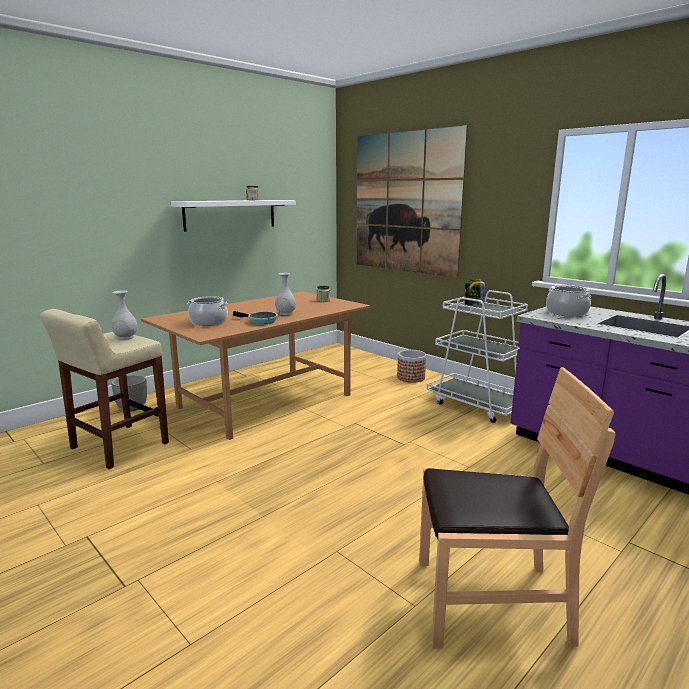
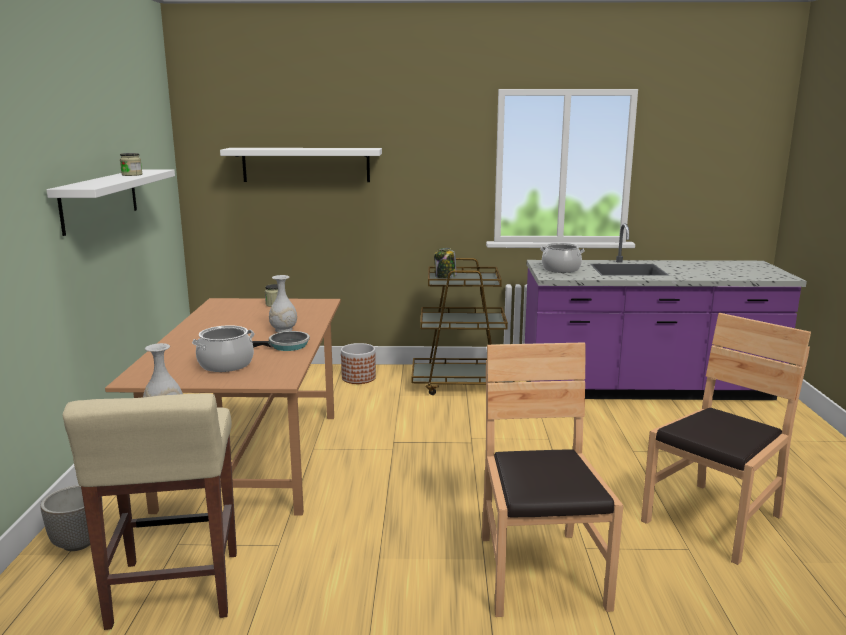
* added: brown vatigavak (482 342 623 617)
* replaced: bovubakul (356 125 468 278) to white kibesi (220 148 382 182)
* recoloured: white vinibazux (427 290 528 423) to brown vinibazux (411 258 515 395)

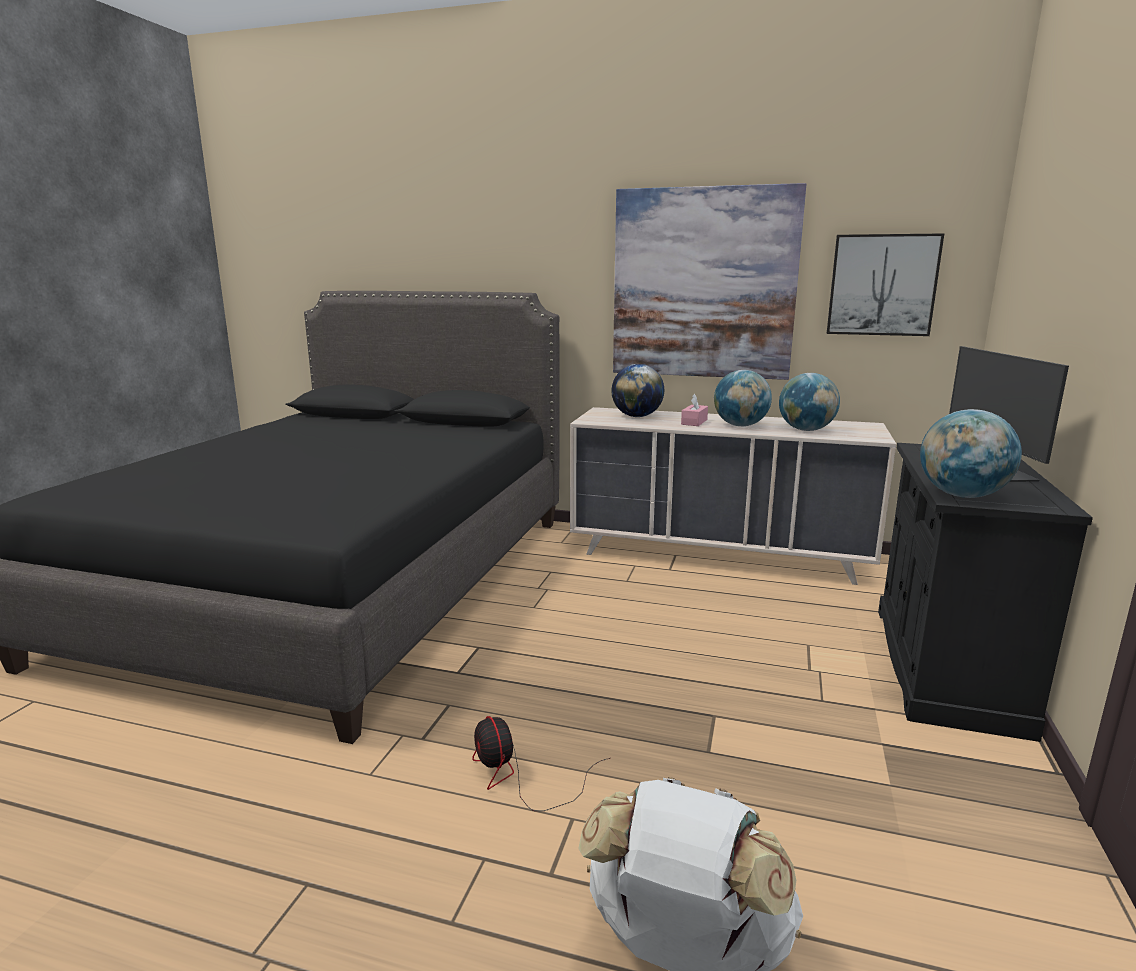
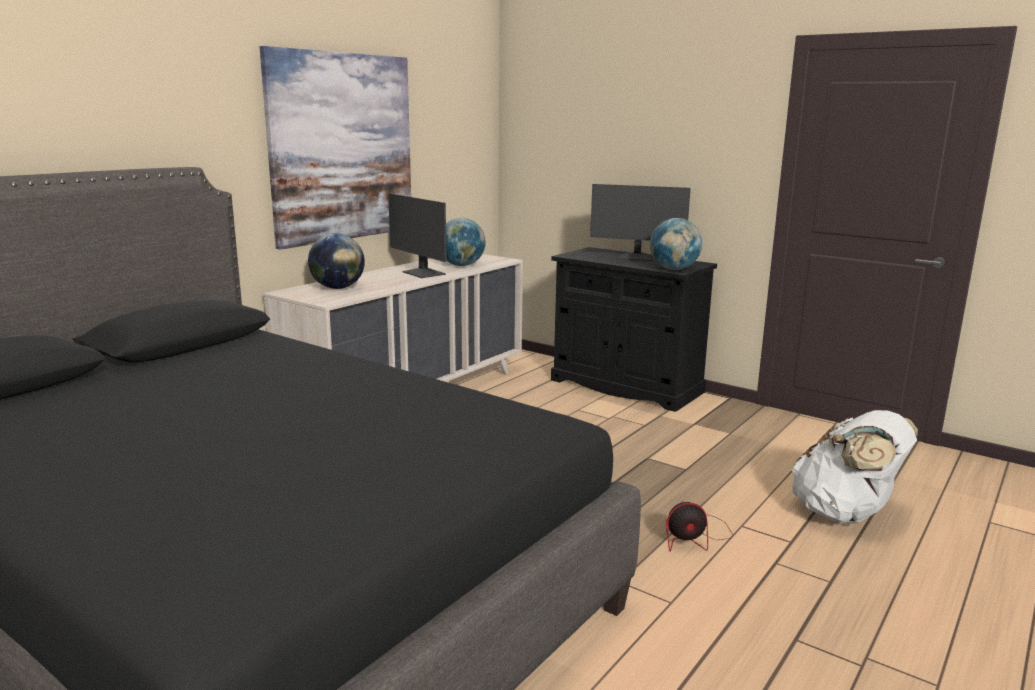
* removed: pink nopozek (681 394 708 426)
* removed: bovubakul (827 233 944 336)
* replaced: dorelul (714 370 772 426) to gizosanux (388 193 447 278)

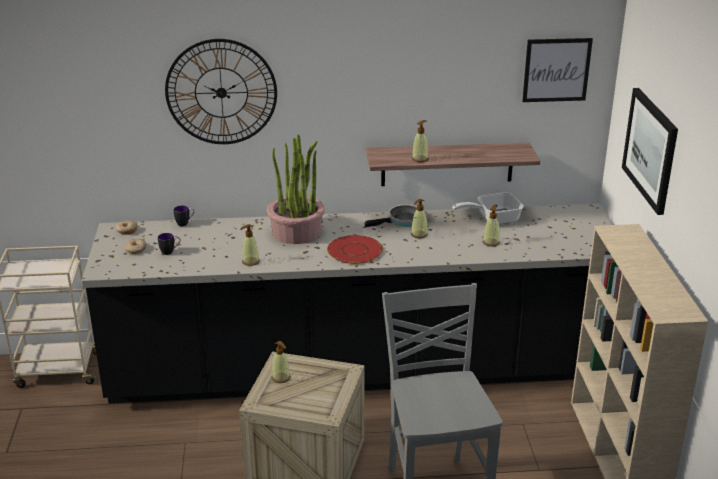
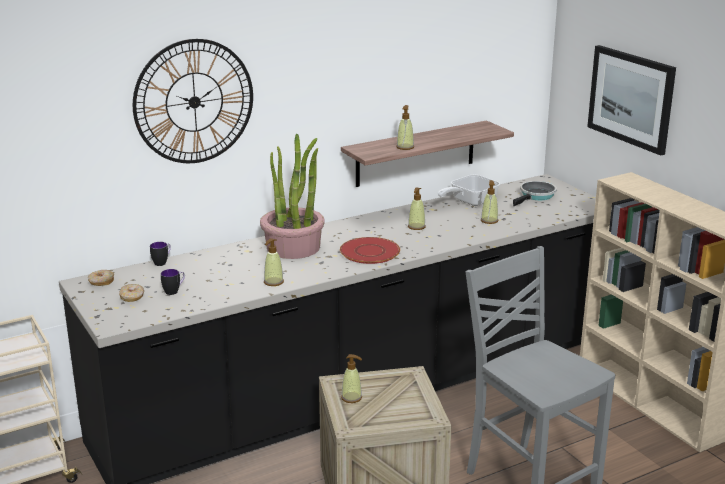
* removed: bovubakul (522 38 593 102)
* moved: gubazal (365 205 417 227) to (513 181 557 206)

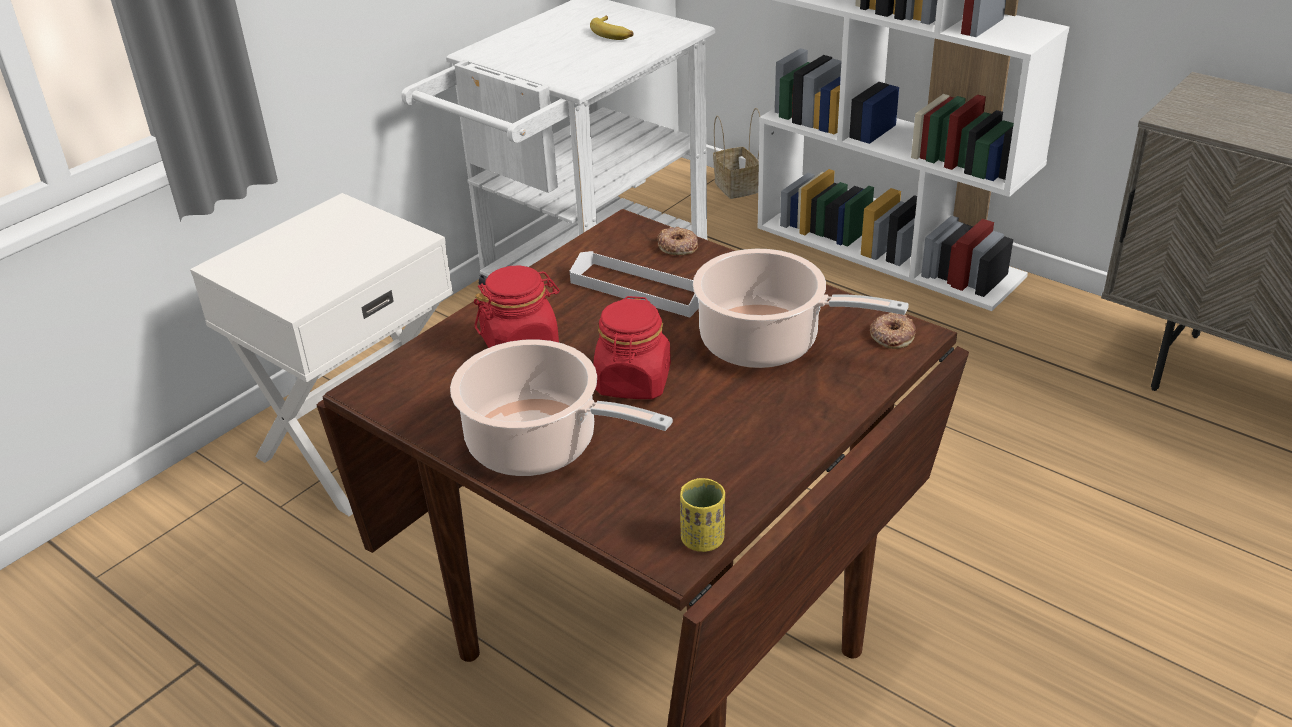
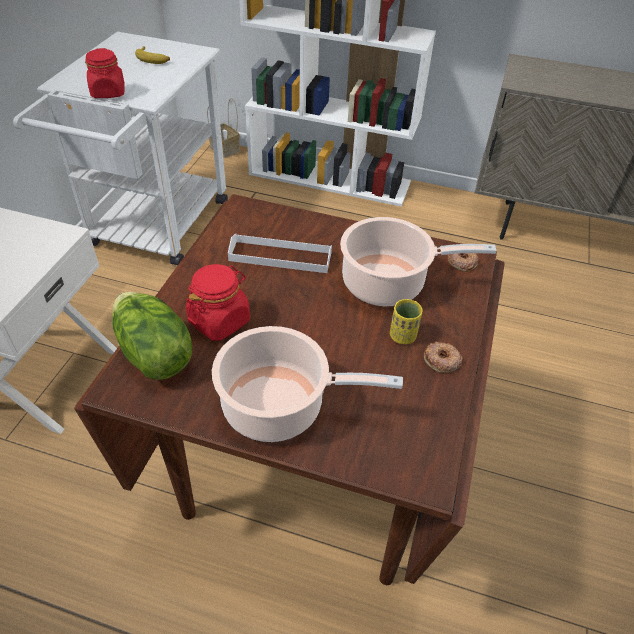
* added: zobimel (112 292 193 380)
* moved: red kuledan (593 296 671 399) to (85 48 125 98)
* moved: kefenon (657 227 698 255) to (424 341 463 373)
* moved: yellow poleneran (680 478 725 552) to (390 299 423 344)

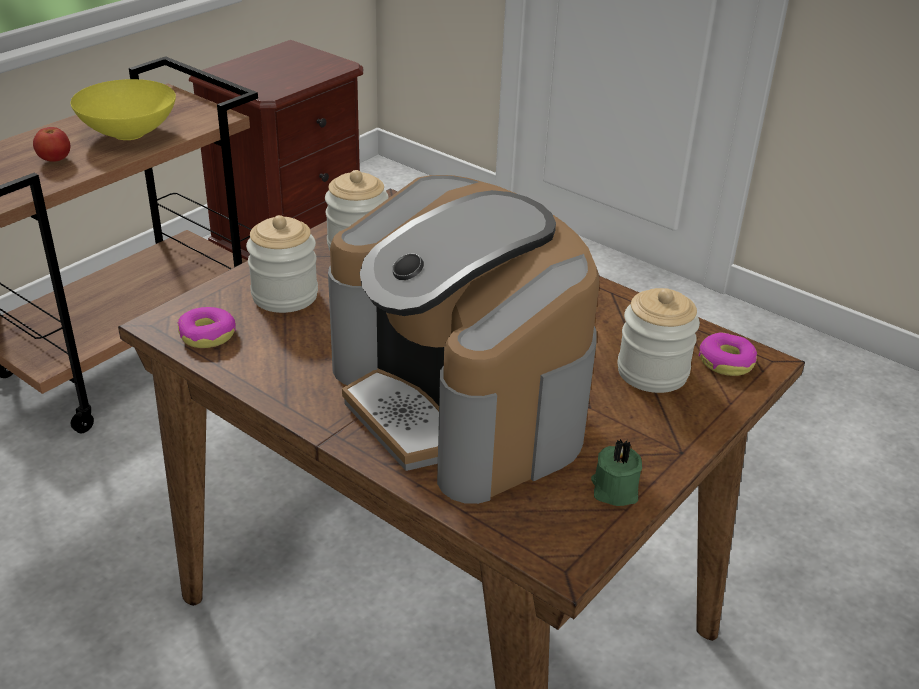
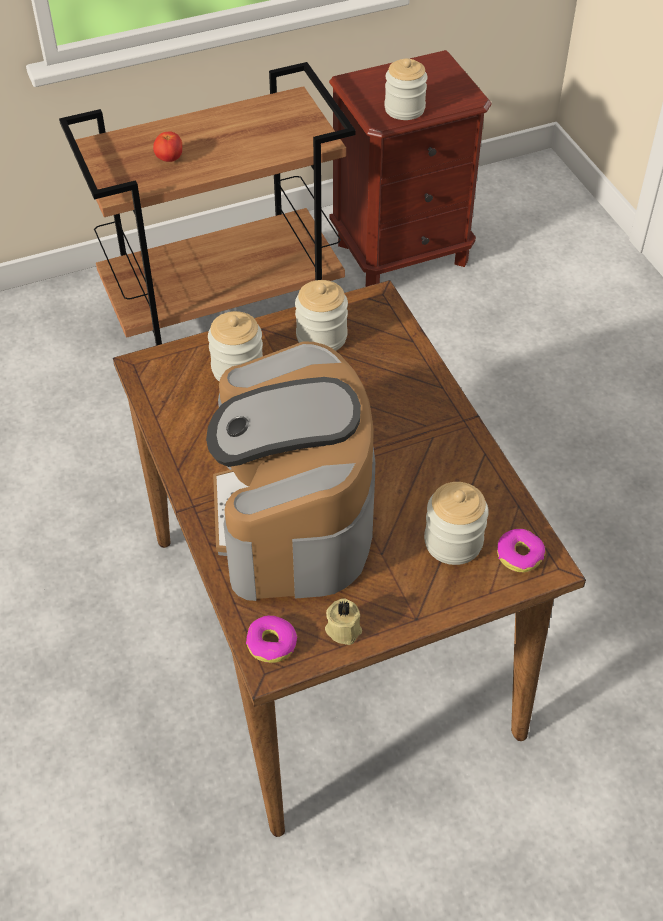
* removed: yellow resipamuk (71 79 176 140)
* added: kuledan (384 59 428 120)
* moved: kefenon (178 307 236 348) to (246 615 297 663)
* recoloured: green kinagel (591 439 642 506) to beige kinagel (325 598 362 645)

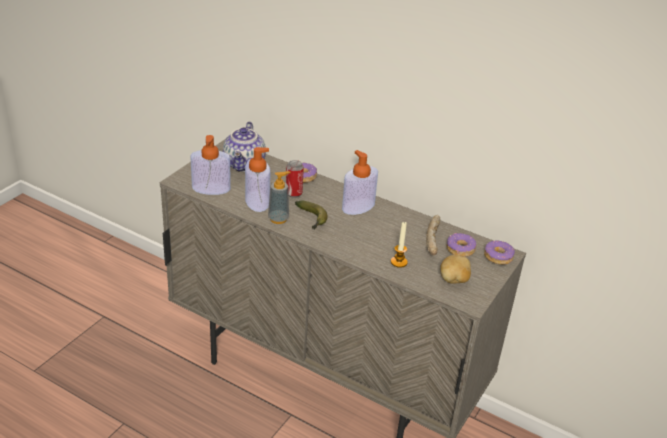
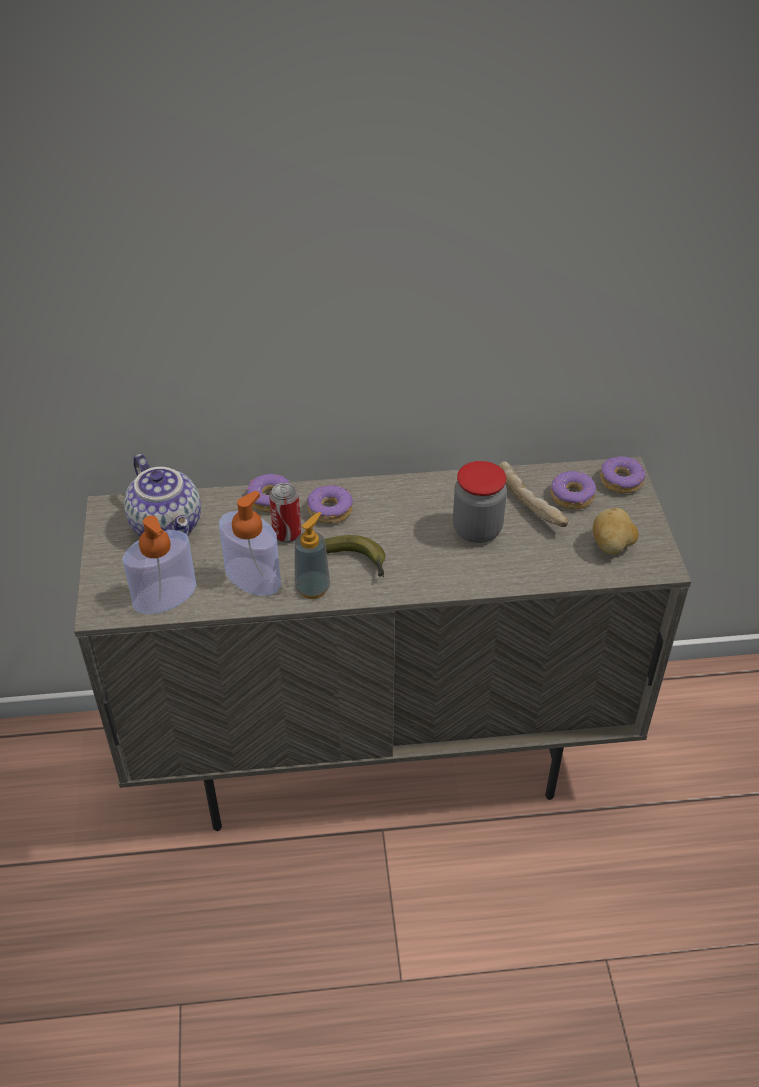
* removed: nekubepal (342 150 378 215)
* removed: kinagel (391 222 408 268)
* added: kefenon (307 485 353 524)
* added: kuledan (453 461 507 543)

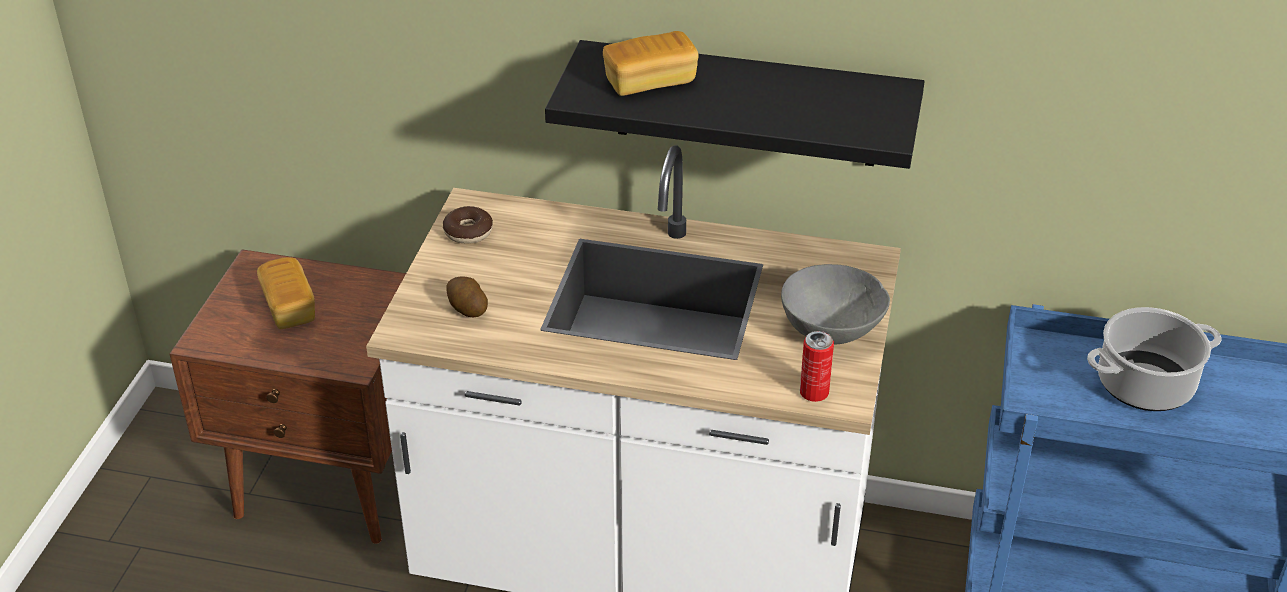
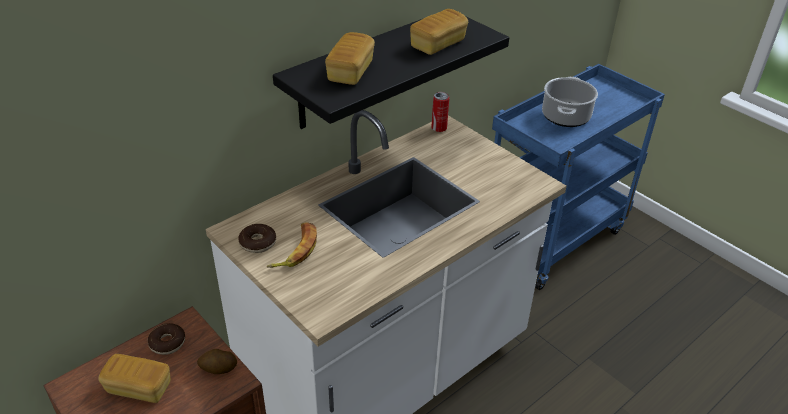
* removed: grey resipamuk (781 264 890 345)
* added: kefenon (148 323 185 355)
* added: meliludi (266 222 317 268)
* added: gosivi (410 9 468 55)
* moved: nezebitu (446 276 488 317) to (197 349 237 374)
* moved: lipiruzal (800 331 834 402) to (431 92 450 132)

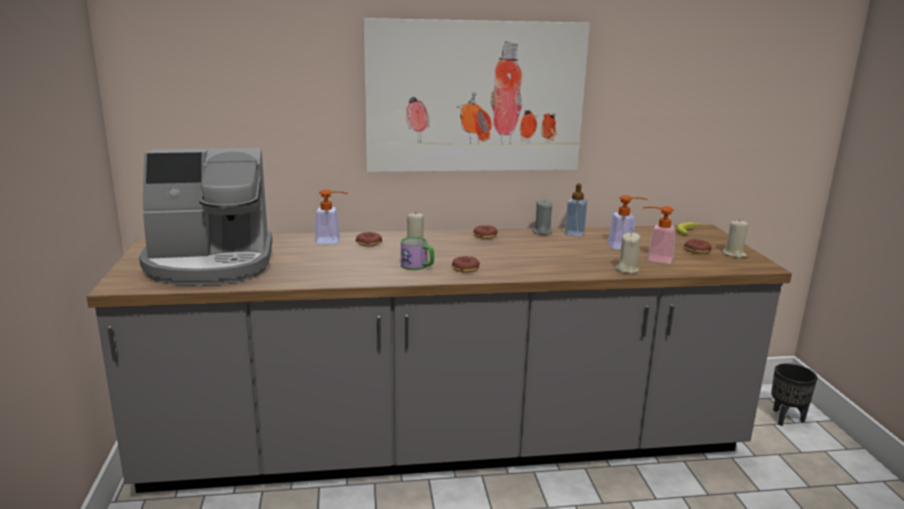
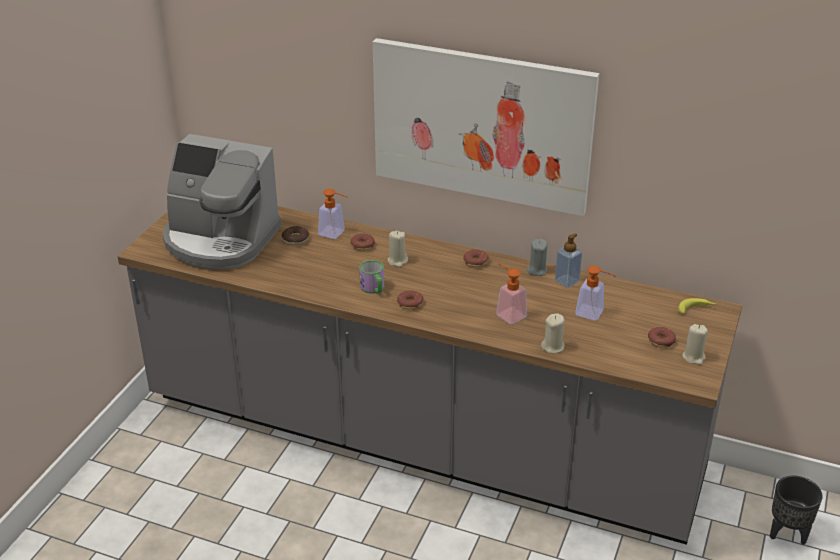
* added: kefenon (282 226 309 245)
* moved: nekubepal (643 206 675 264) to (496 263 527 324)

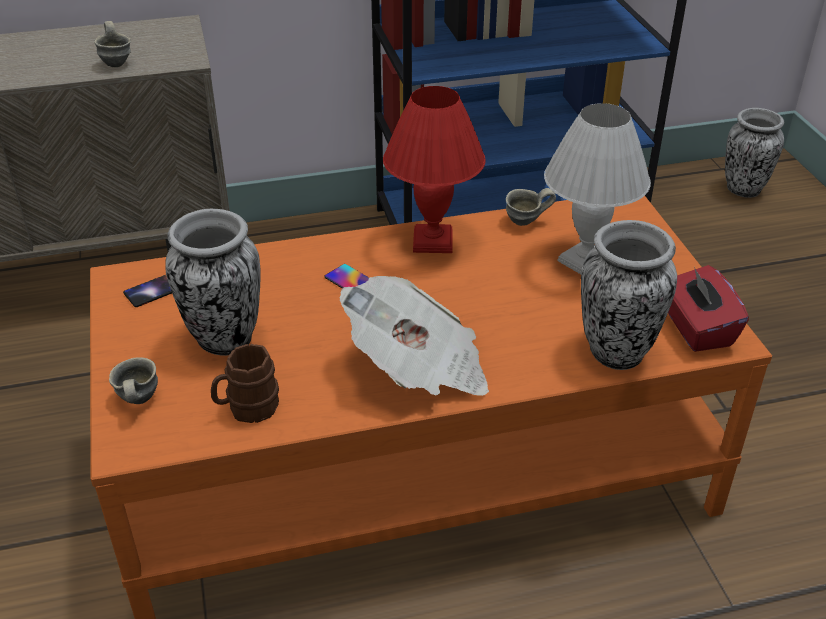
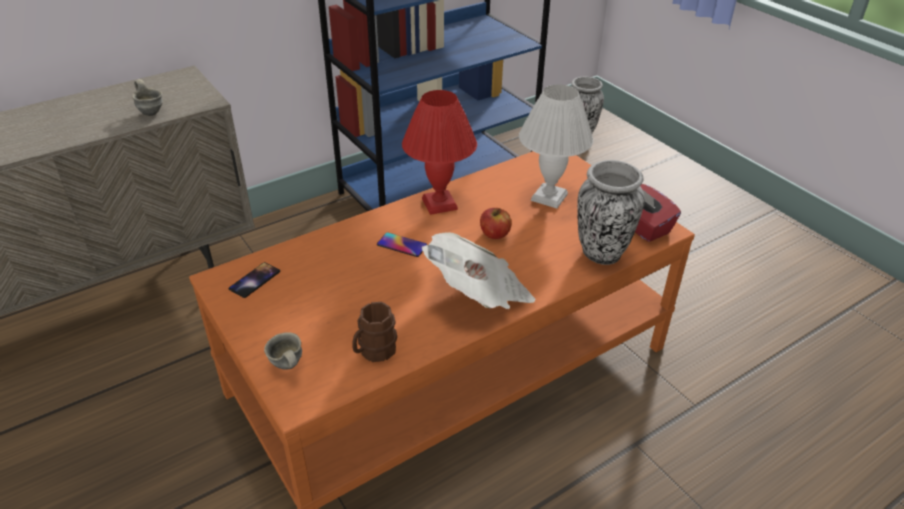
* removed: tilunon (165 209 261 356)
* removed: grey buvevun (506 188 556 226)
* added: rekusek (480 208 511 239)

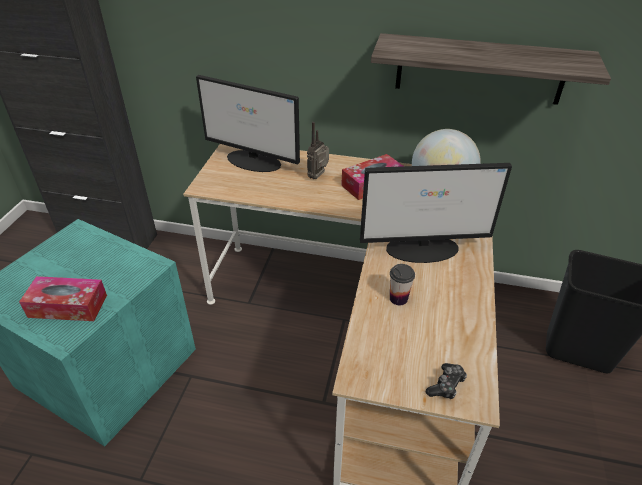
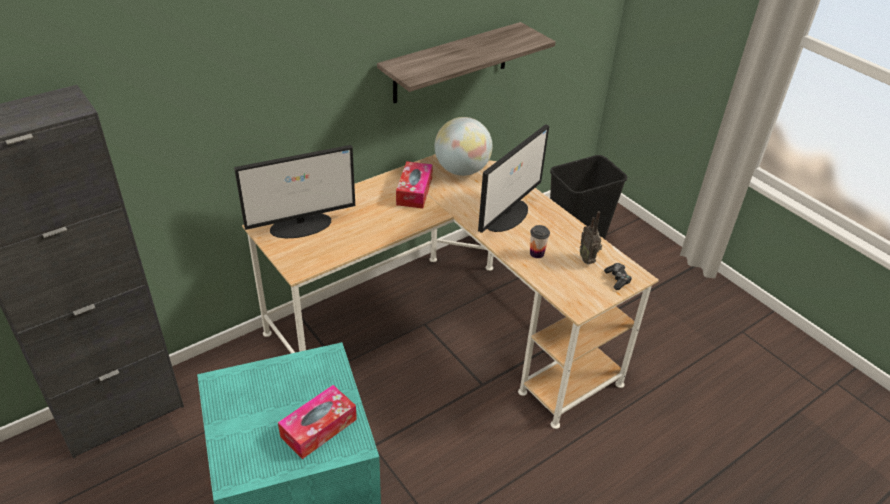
* moved: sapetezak (307 122 329 179) to (580 211 602 264)

